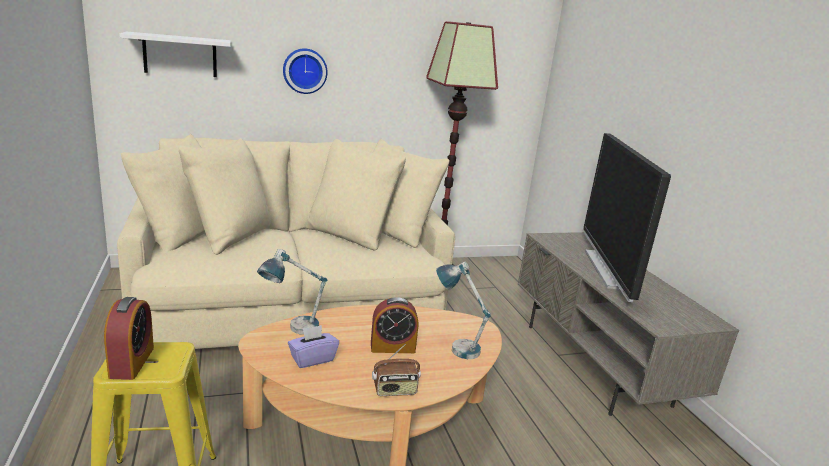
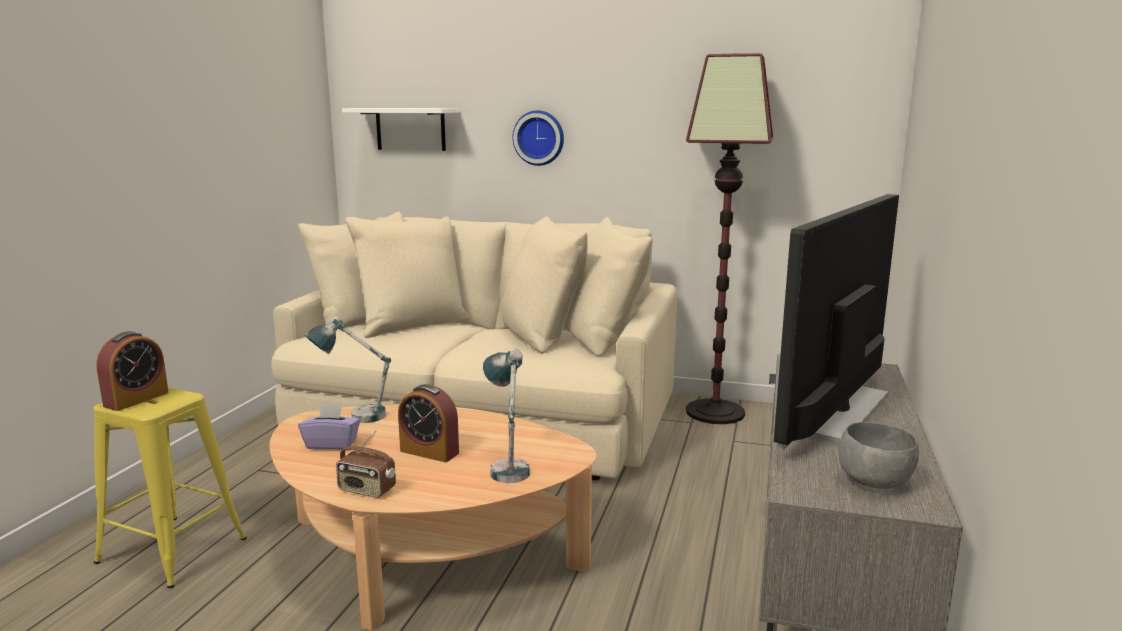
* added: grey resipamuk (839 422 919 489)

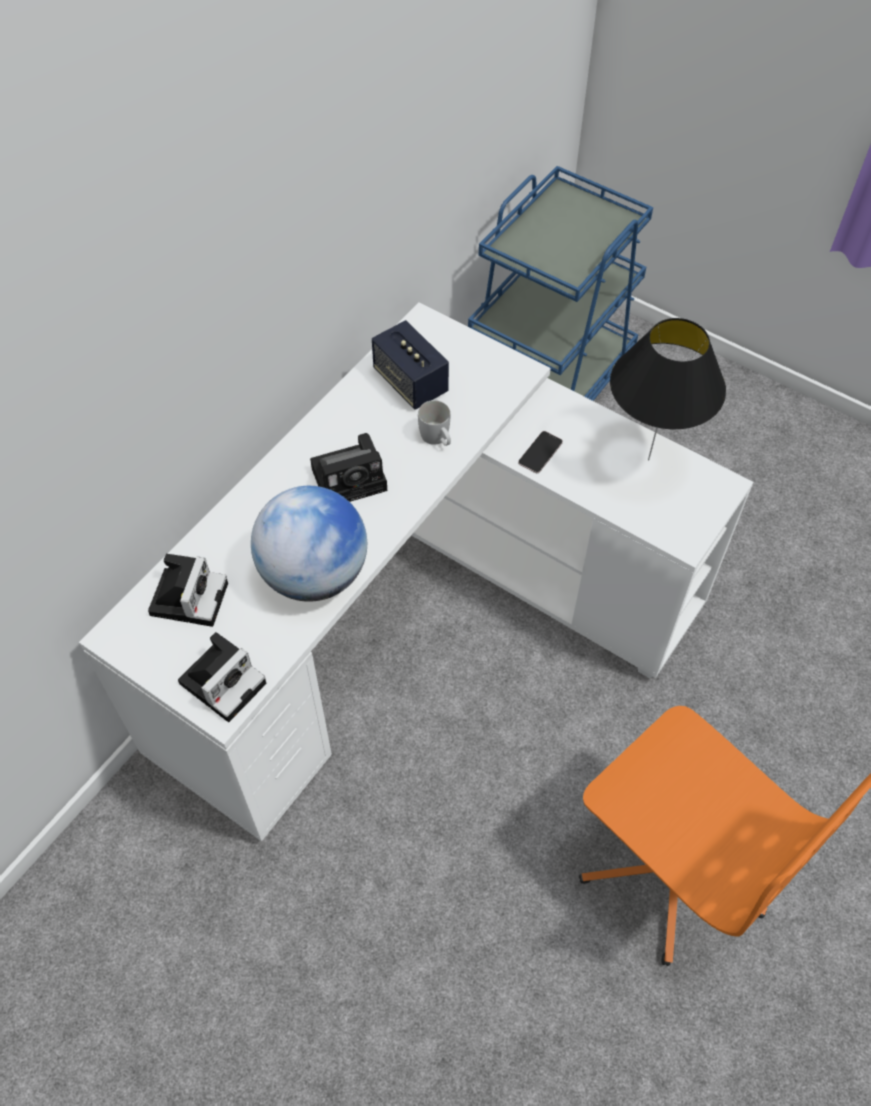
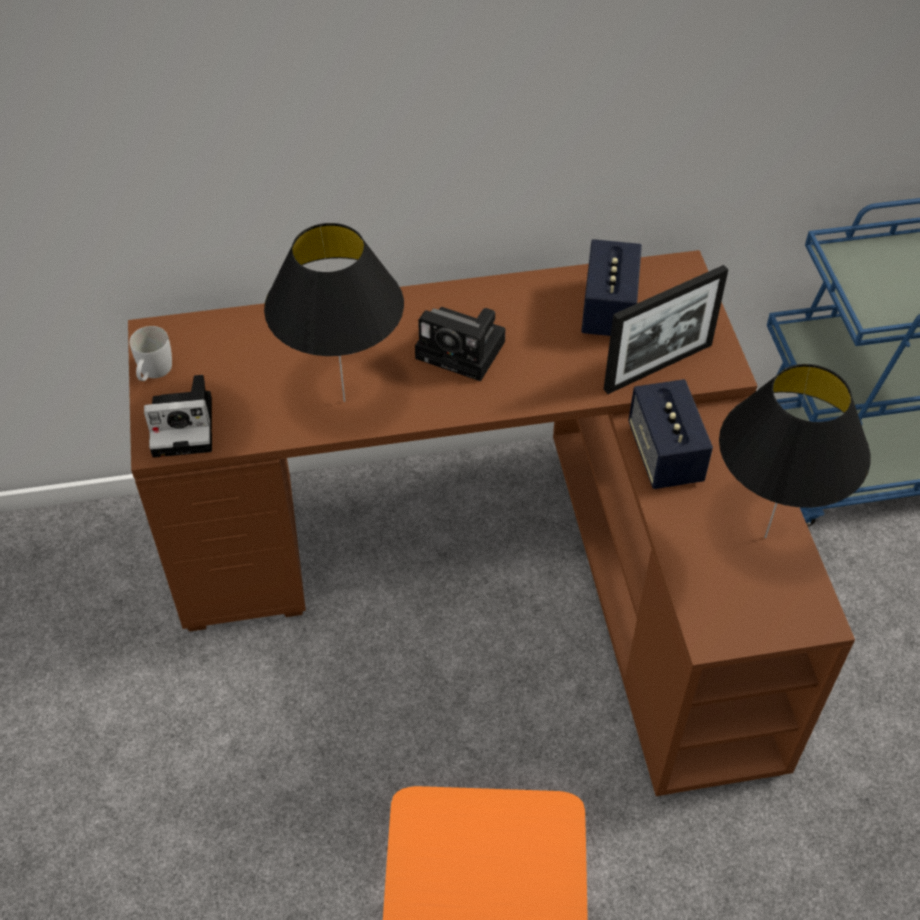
* removed: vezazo (148 554 228 627)
* added: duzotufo (603 265 728 394)
* moved: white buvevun (418 400 451 446) to (130 326 172 381)
* replaced: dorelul (251 486 367 602) to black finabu (264 223 404 402)
* replaced: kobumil (518 431 563 473) to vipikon (628 379 713 489)
* recoloured: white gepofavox (79 302 753 841) to brown gepofavox (128 250 855 796)

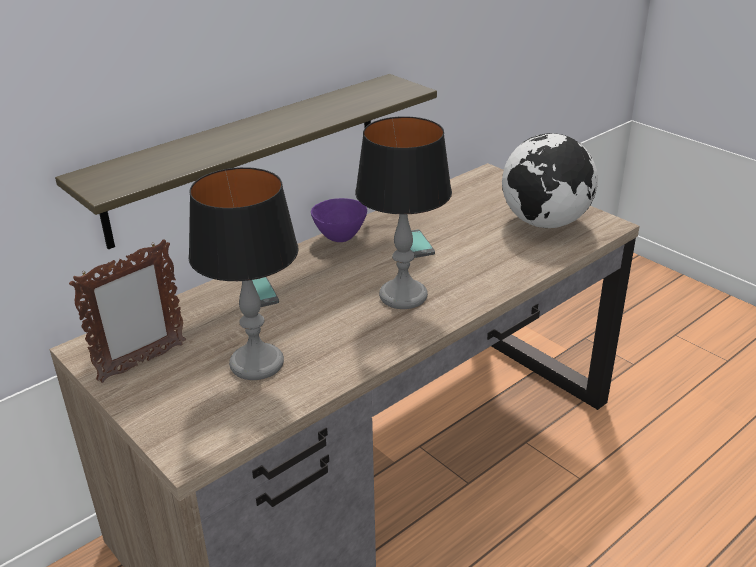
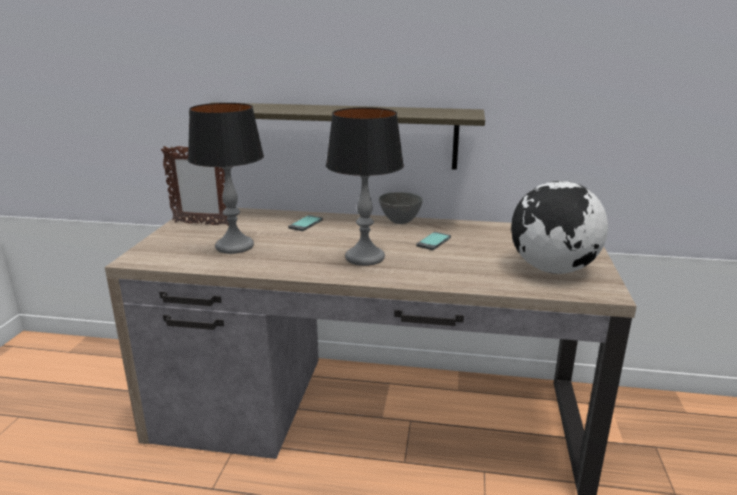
* recoloured: purple resipamuk (311 198 367 242) to grey resipamuk (379 192 423 224)

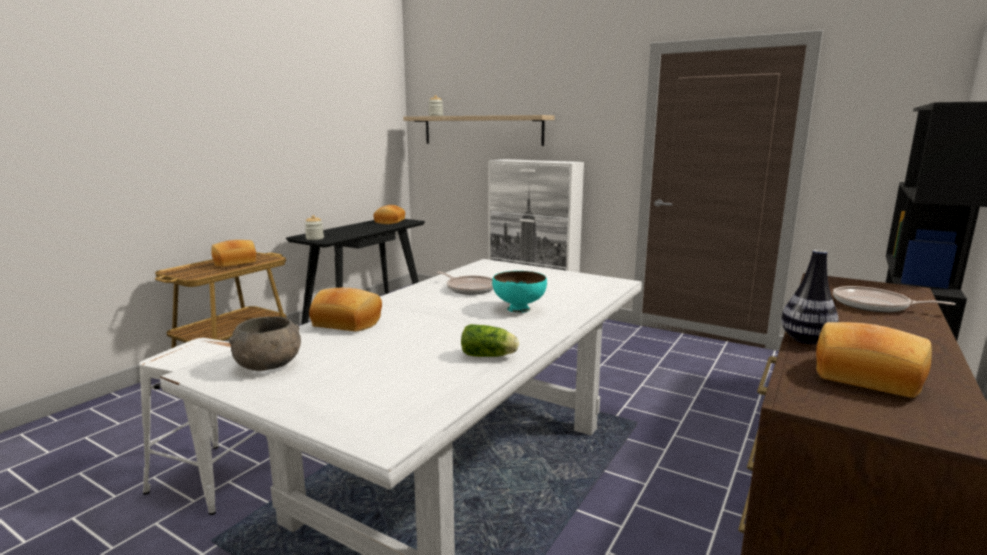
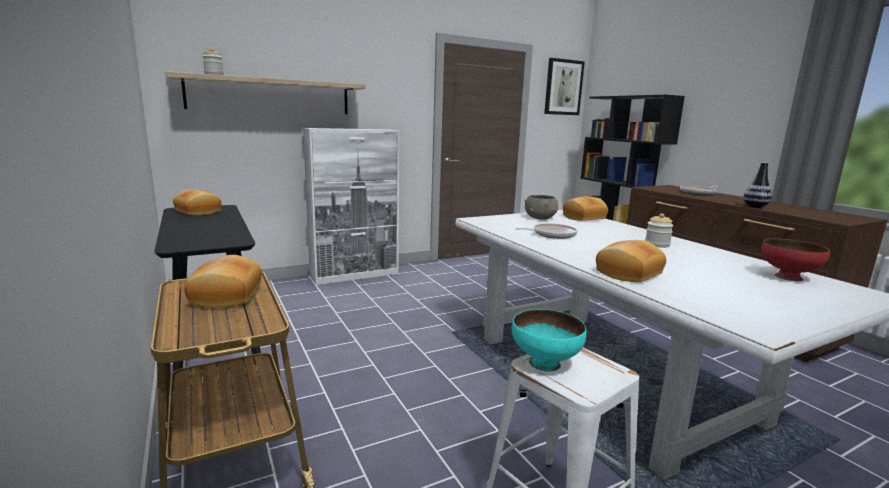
* removed: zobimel (461 324 519 357)
* added: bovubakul (544 58 585 115)
* added: red resipamuk (761 238 830 281)
* moved: grey resipamuk (229 316 301 371) to (525 195 558 220)
* moved: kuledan (305 215 324 240) to (645 213 674 248)
* moved: turquoise resipamuk (492 271 547 313) to (512 309 587 372)
* moved: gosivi (816 322 932 398) to (563 196 608 221)

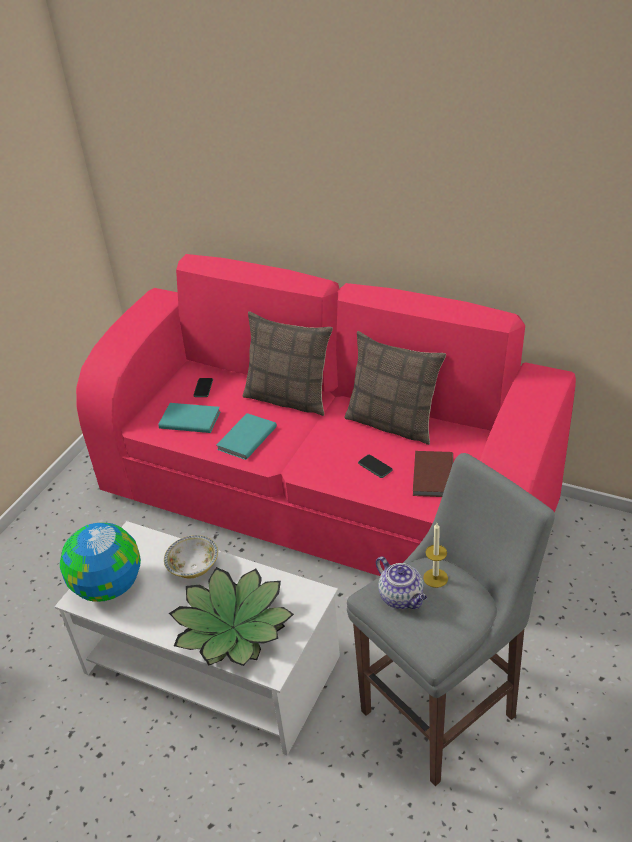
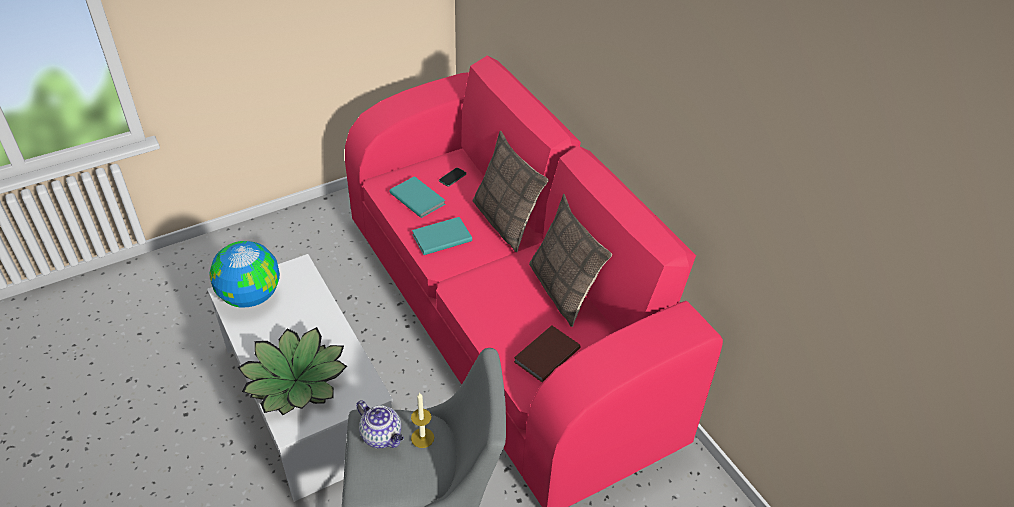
* removed: resipamuk (164 535 218 578)
* removed: kobumil (358 454 393 478)
* turned: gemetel (376 557 427 609) = (356 400 404 449) 45 degrees counterclockwise

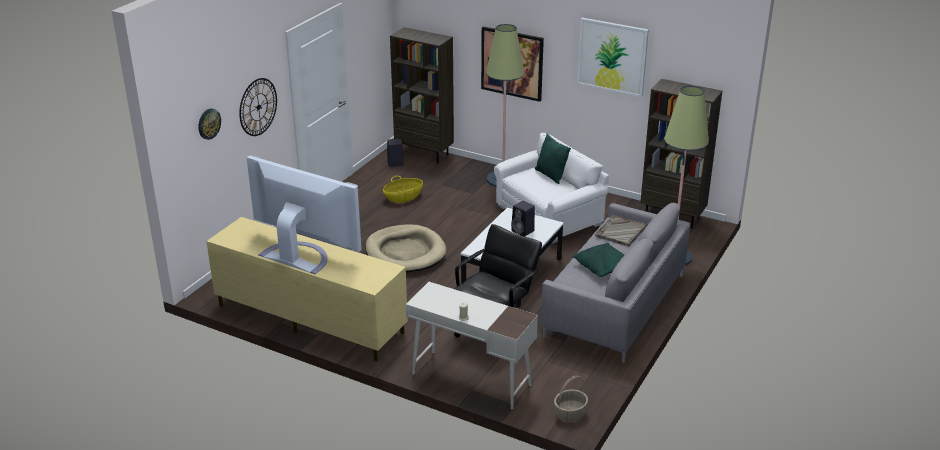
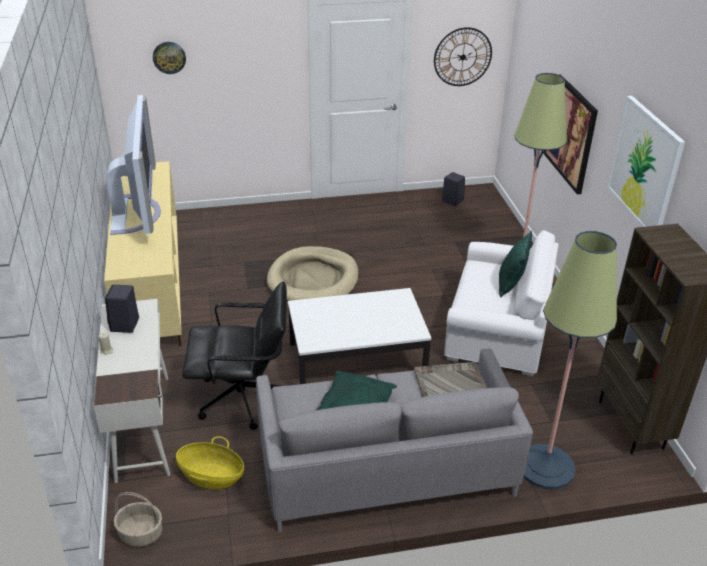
* removed: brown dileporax (390 27 454 163)
* moved: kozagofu (239 78 277 136) to (434 27 492 86)
* moved: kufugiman (383 176 423 203) to (176 436 244 489)
* moved: black vipikon (511 201 535 237) to (105 284 139 333)

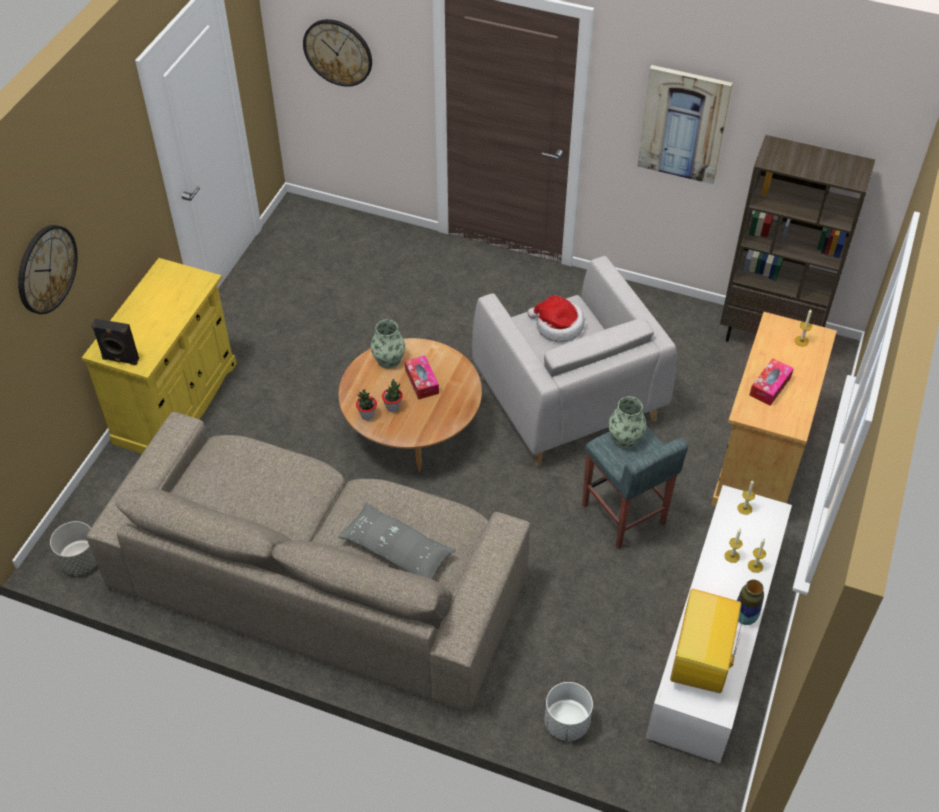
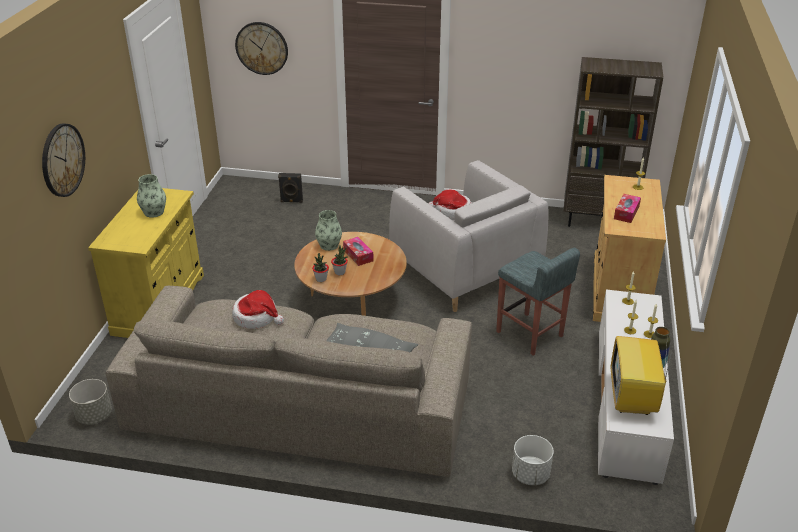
* removed: bovubakul (637 65 733 184)
* added: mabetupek (232 290 284 329)
* moved: black vipikon (91 318 139 365) to (278 173 303 203)
* moved: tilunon (609 397 646 449) to (137 174 166 218)

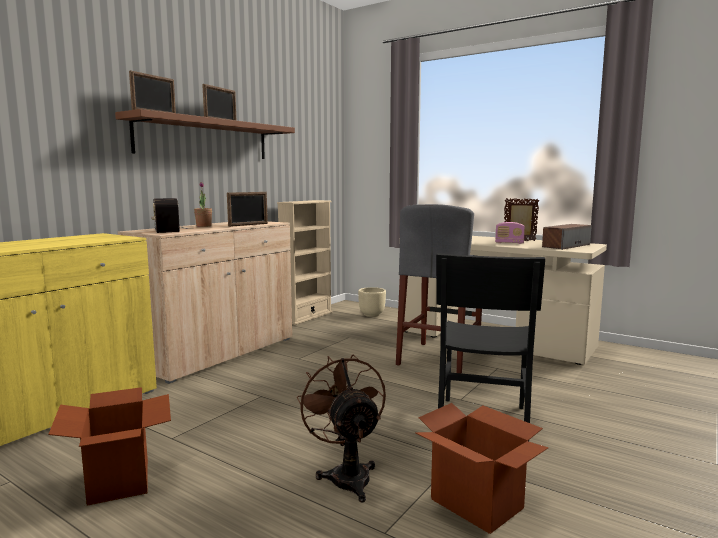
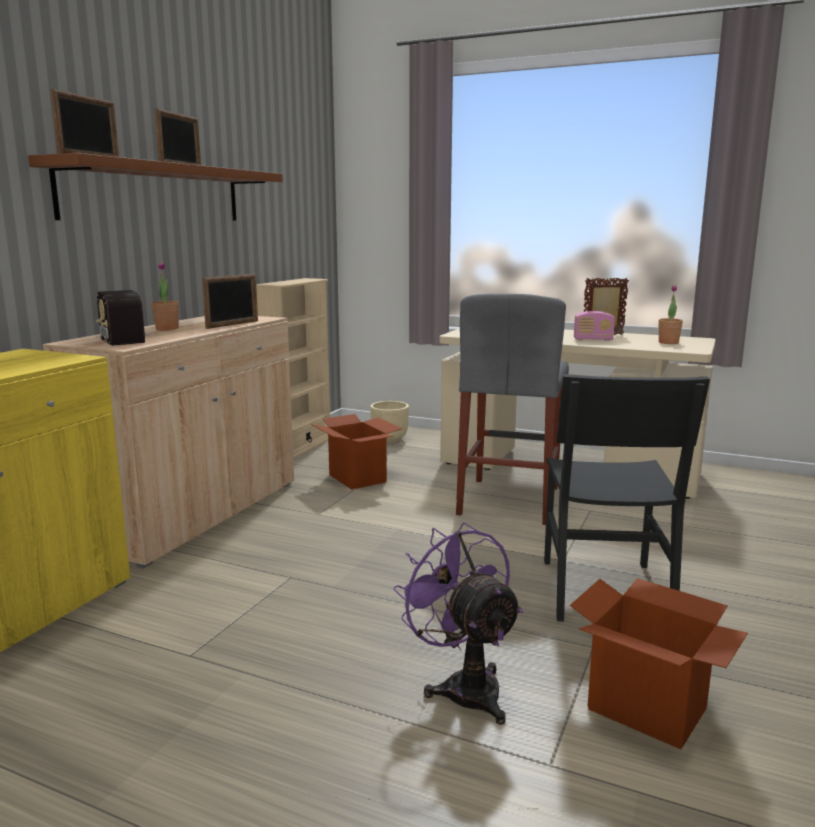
* moved: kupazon (48 387 171 506) to (311 414 403 490)
* replaced: vipikon (542 224 592 250) to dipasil (658 285 683 344)
* recoloured: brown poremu (297 355 386 503) to purple poremu (393 522 523 724)

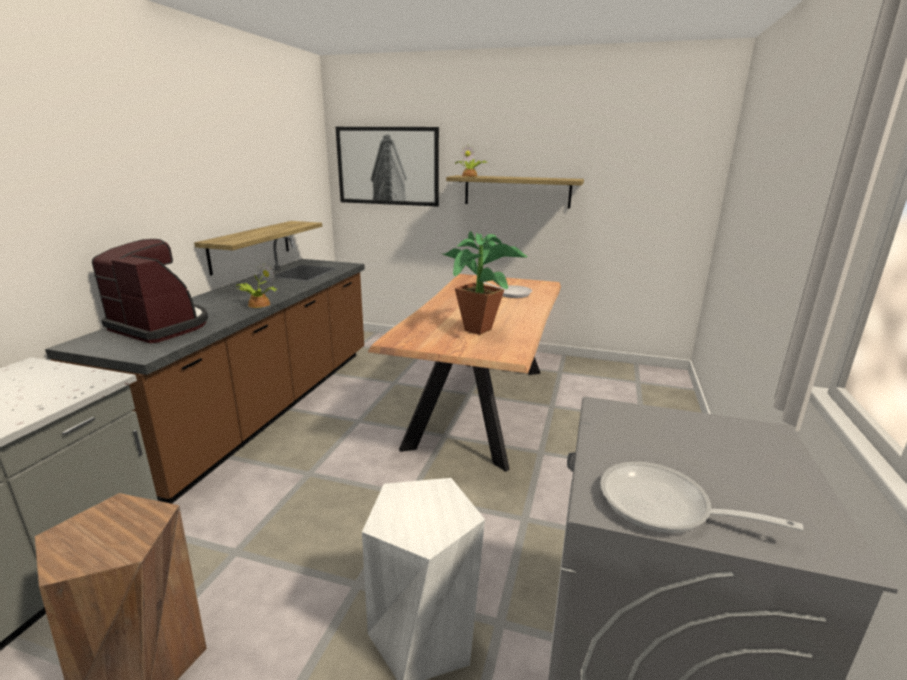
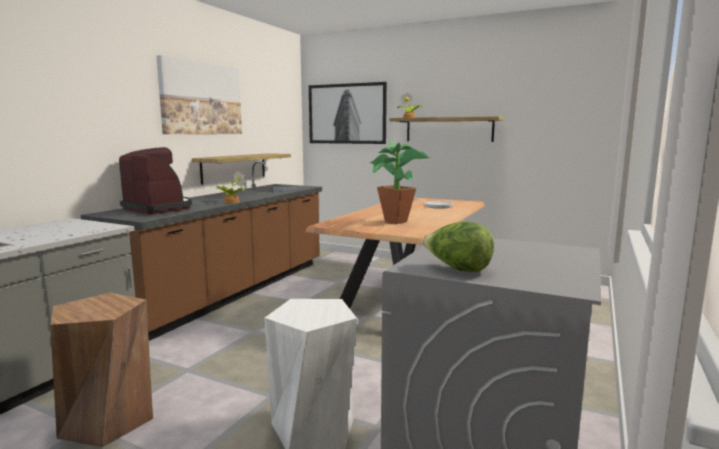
* added: bovubakul (156 55 242 134)
* replaced: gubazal (600 462 803 534) to zobimel (422 221 494 272)

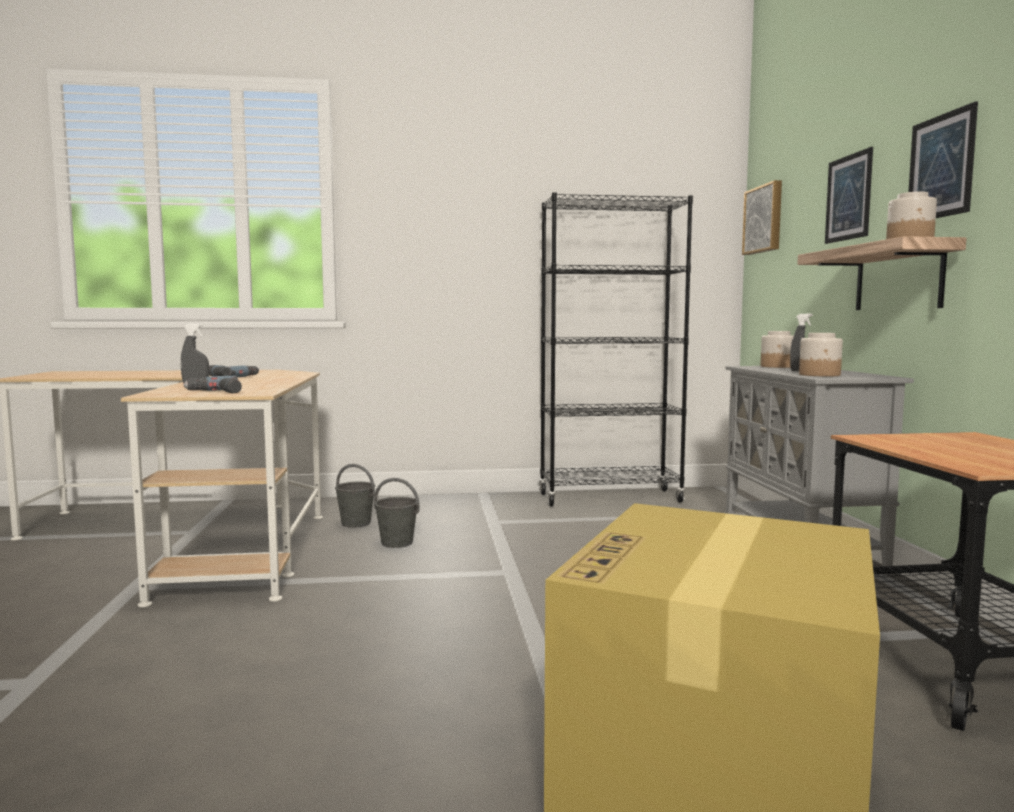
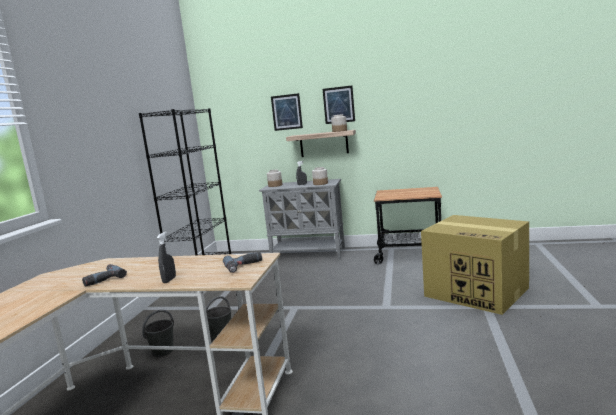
* removed: bovubakul (742 180 782 255)

